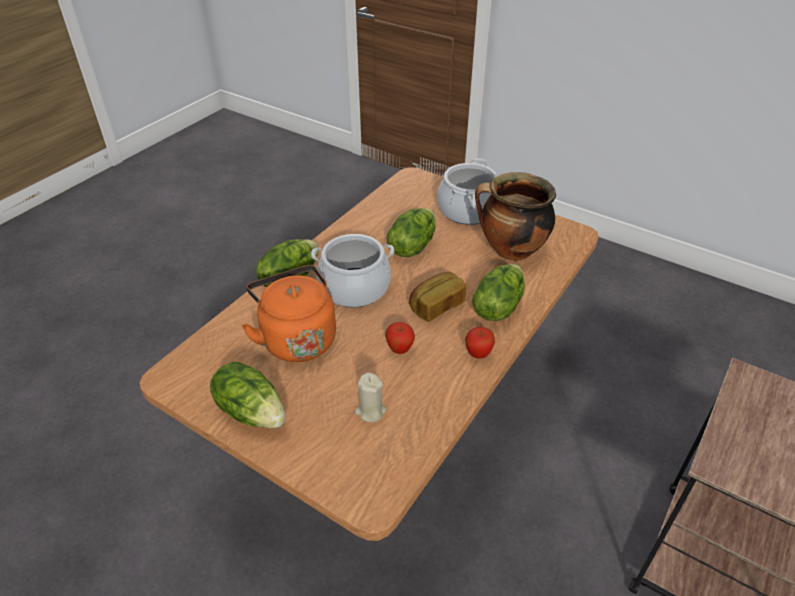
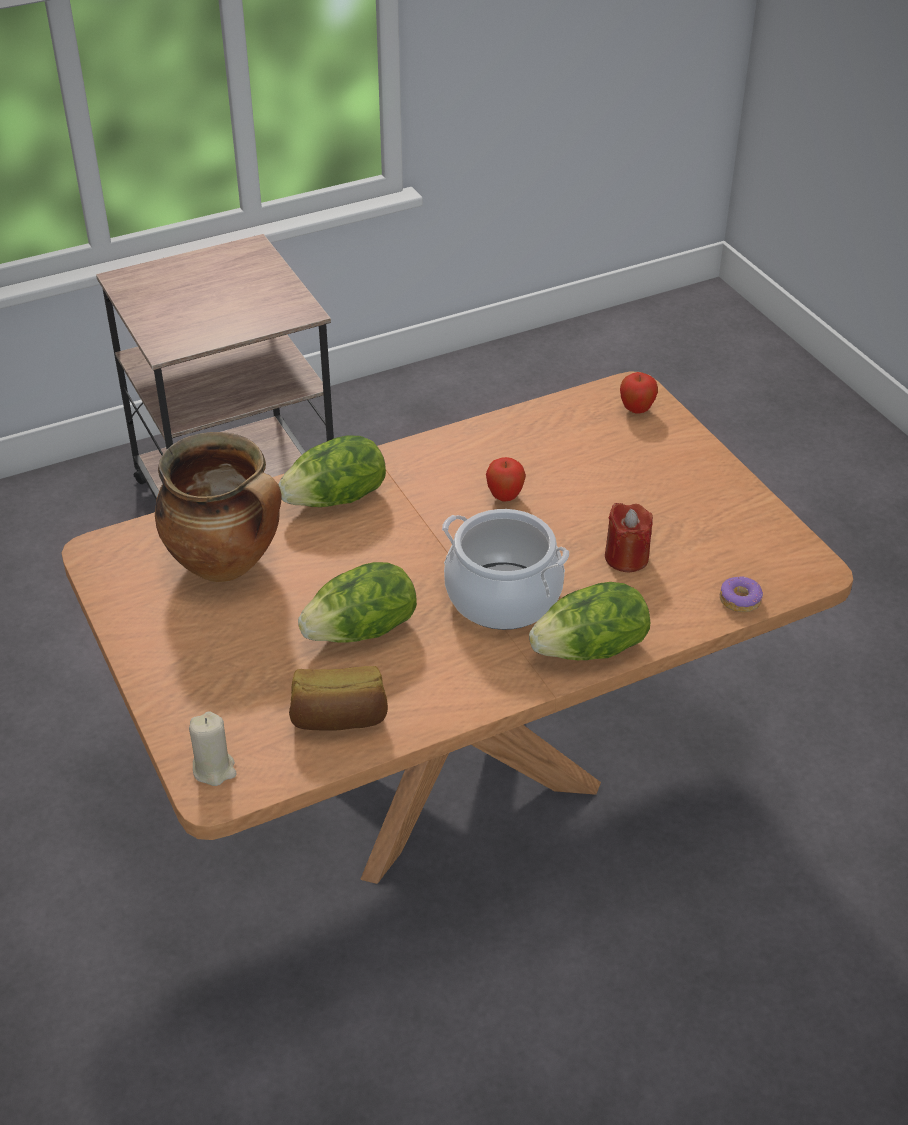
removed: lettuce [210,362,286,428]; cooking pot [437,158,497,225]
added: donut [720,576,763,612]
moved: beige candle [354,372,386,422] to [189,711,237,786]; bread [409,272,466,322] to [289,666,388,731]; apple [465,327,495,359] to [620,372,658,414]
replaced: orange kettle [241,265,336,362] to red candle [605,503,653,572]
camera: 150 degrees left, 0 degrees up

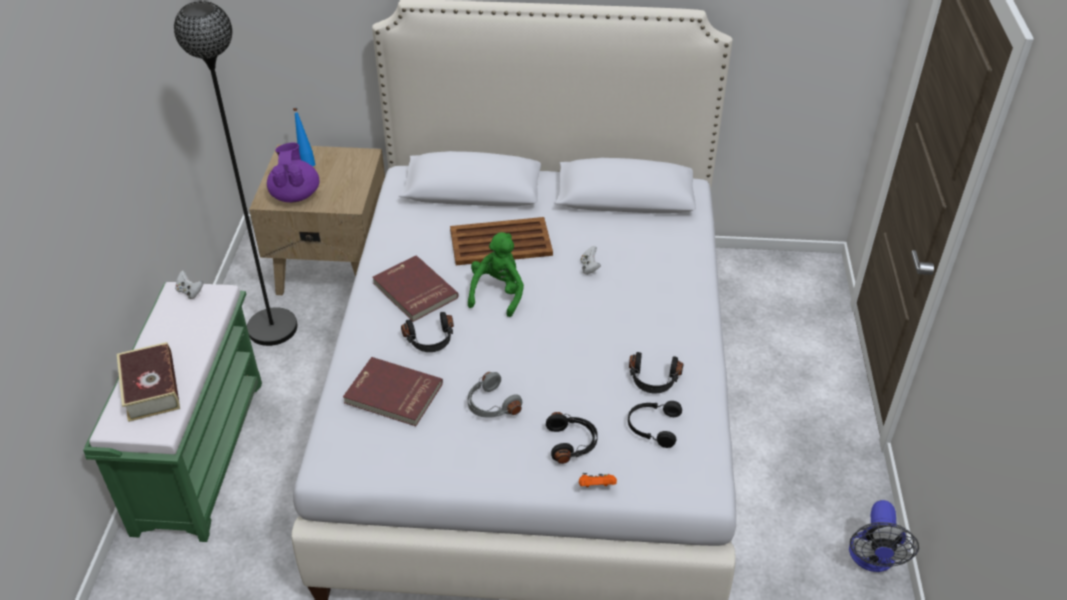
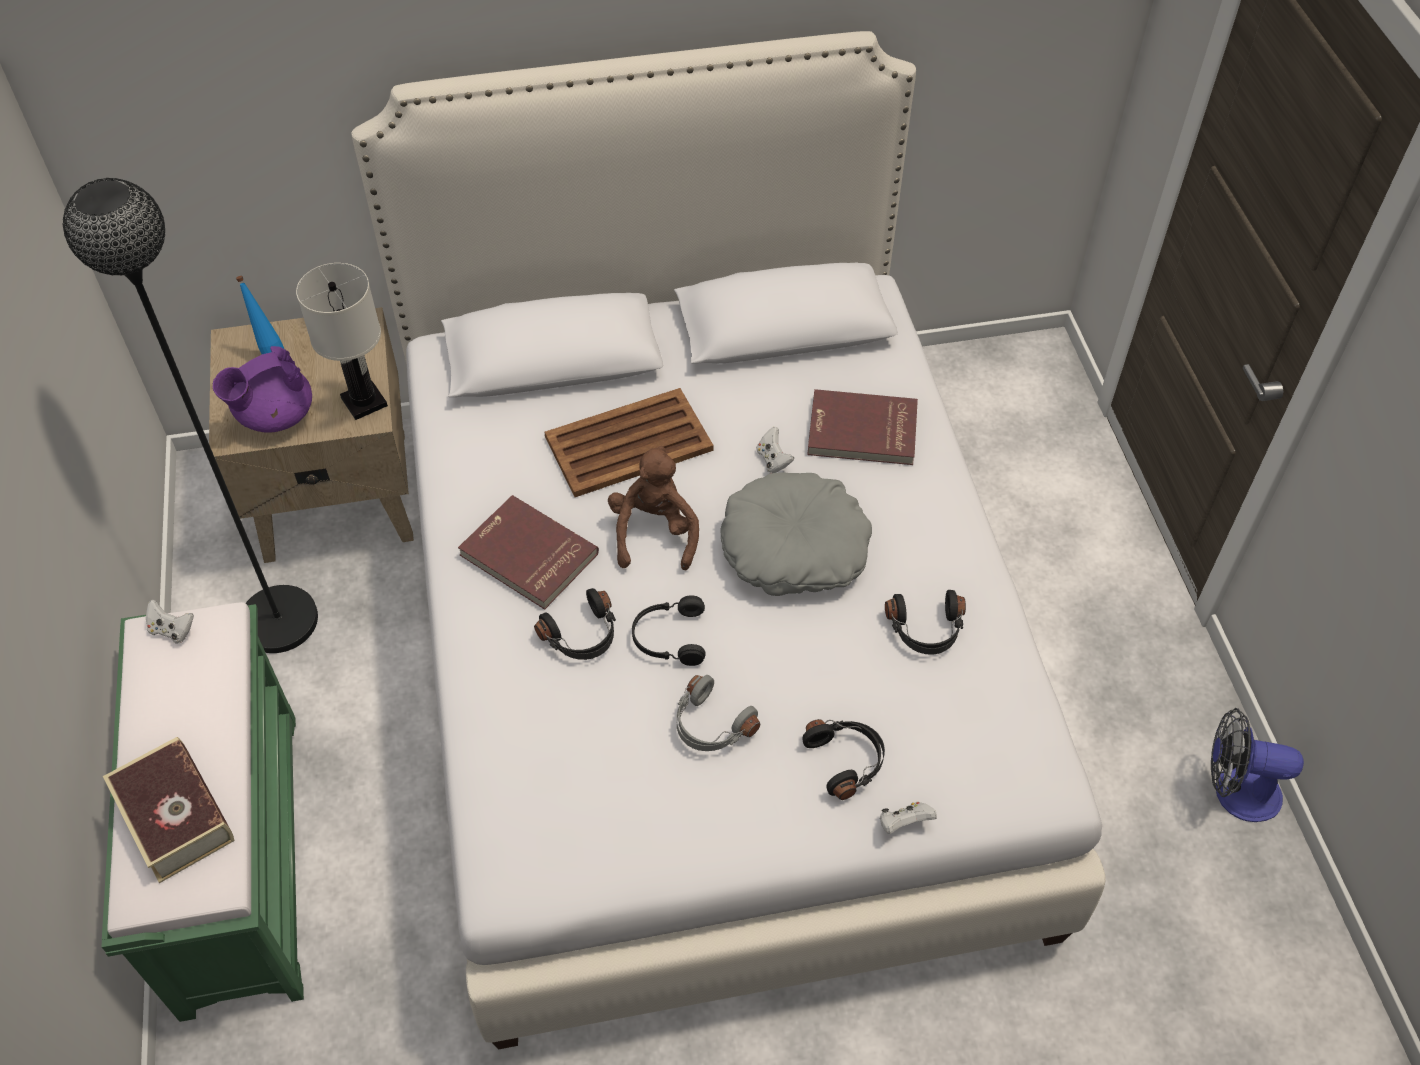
added: white table lamp [296,263,388,420]; grey pillow [721,472,872,596]
moved: red book [343,357,443,426] to [807,389,918,465]; black headphones [628,401,682,448] to [632,595,706,666]
recoloured: green plush toy [468,232,524,317] to brown plush toy [608,446,699,570]; orange game controller [579,473,617,487] to white game controller [880,802,937,834]
turned: purple teapot [267,143,319,202] = [213,346,312,433] 105 degrees counterclockwise; fan [849,500,919,572] = [1211,708,1304,822] 105 degrees clockwise
camera: 15 degrees left, 10 degrees up

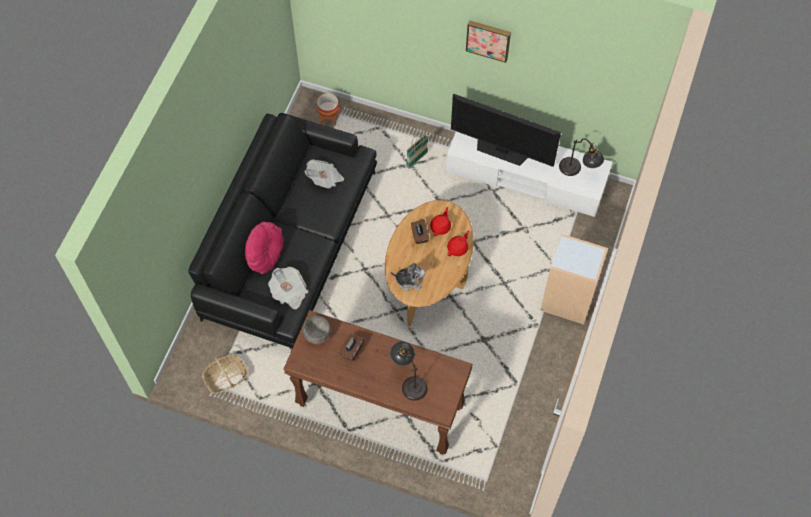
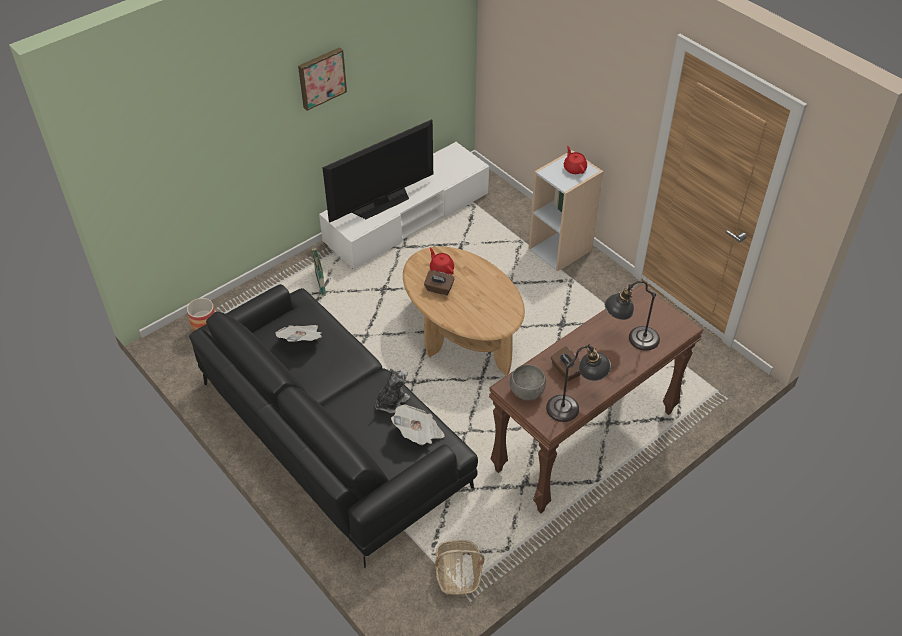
removed: pink pillow [245,222,283,274]
moved: plush toy [391,263,425,291] to [375,368,410,413]; red teapot [447,230,469,256] to [564,146,587,174]; grey table lamp [559,138,604,176] to [546,344,611,422]
camera: 60 degrees left, 15 degrees down

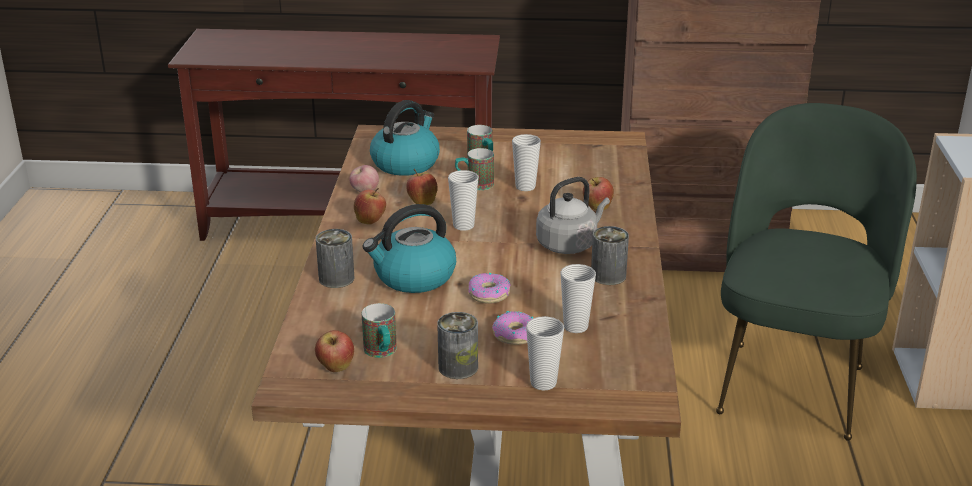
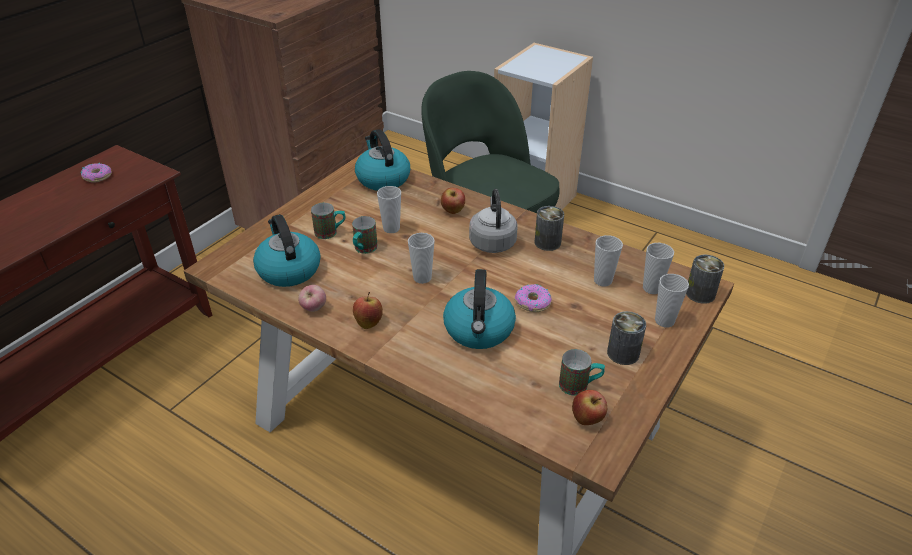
removed: apple [406,168,438,205]
added: kettle [355,129,410,191]; cup [643,243,674,294]
moved: can [316,229,354,288] to [686,255,724,304]; donut [492,311,533,345] to [81,163,112,183]
camera: 60 degrees left, 10 degrees up

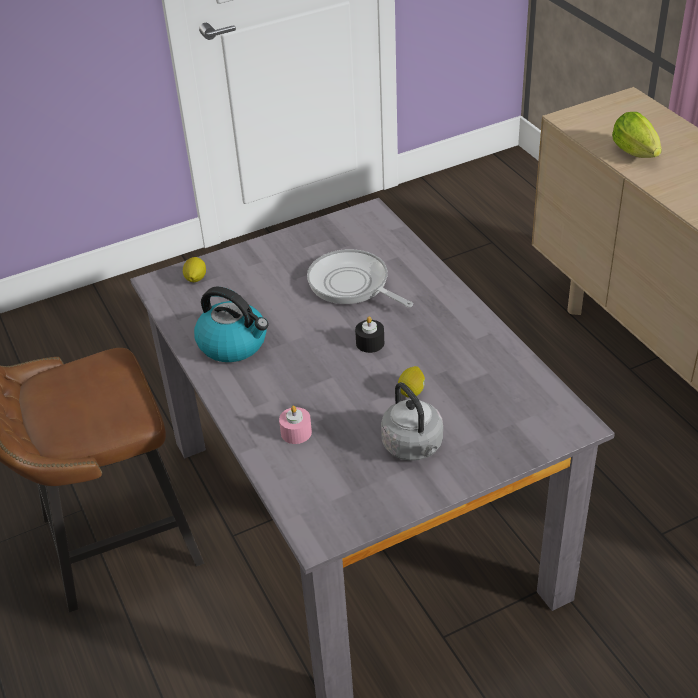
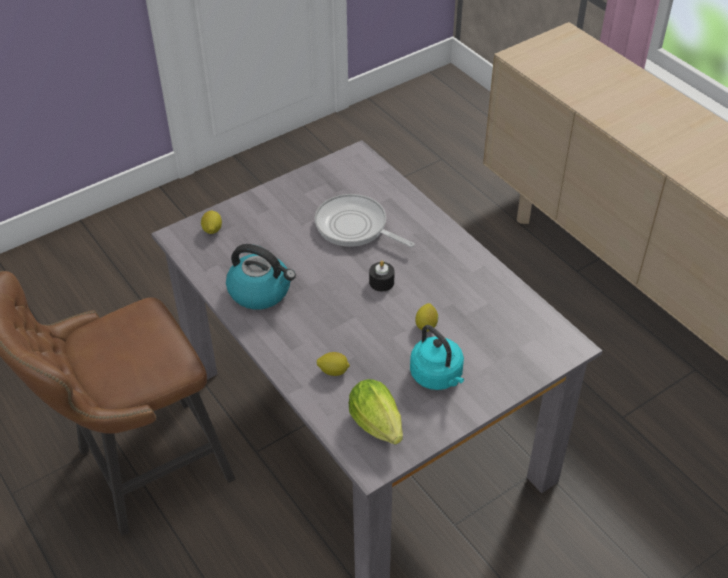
moved: lettuce [612,112,662,158] to [349,379,403,445]
replaced: pink candle [279,406,312,444] to lemon [317,352,350,376]
recoloured: grey kettle [381,382,443,461] to turquoise kettle [410,325,464,390]
camera: 10 degrees left, 5 degrees up

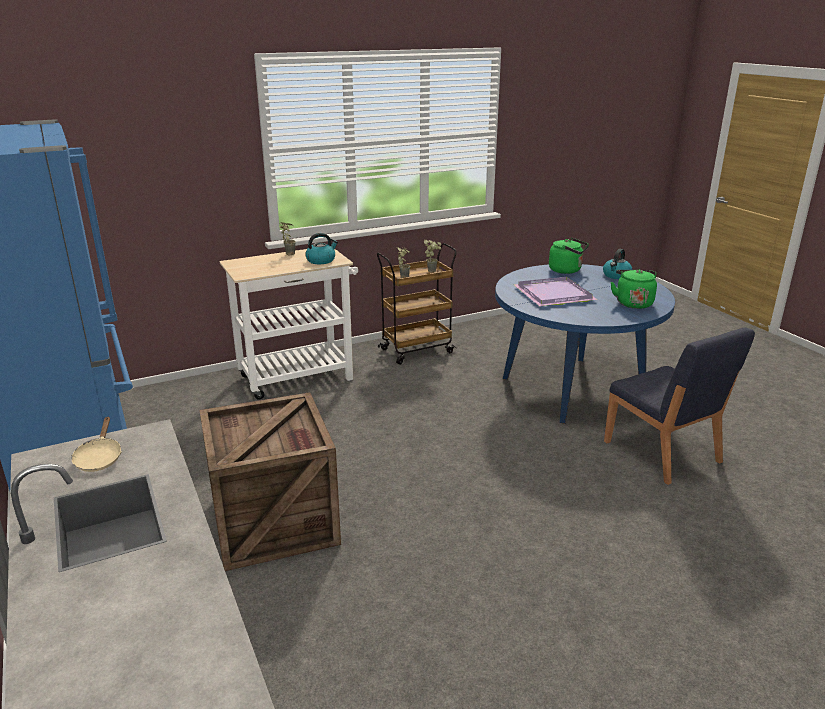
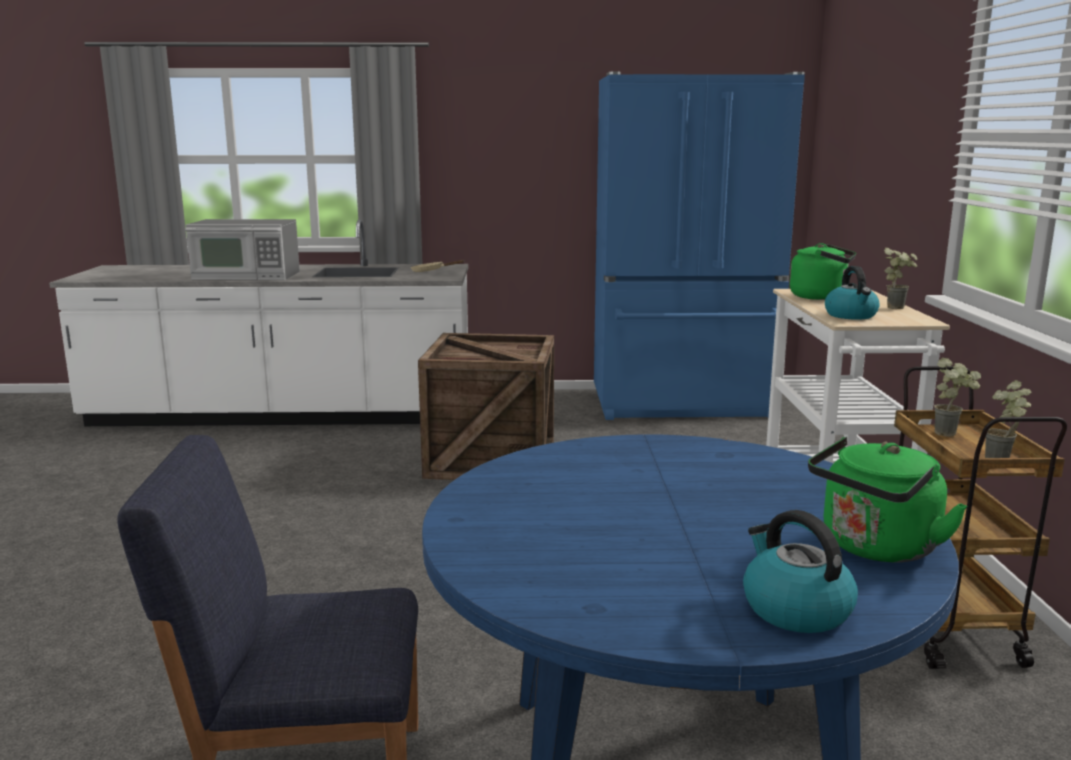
removed: purple tray [514,277,597,306]
added: microwave [185,219,300,280]
moved: green kettle [611,270,657,309] to [790,243,856,300]
camera: 115 degrees right, 10 degrees down

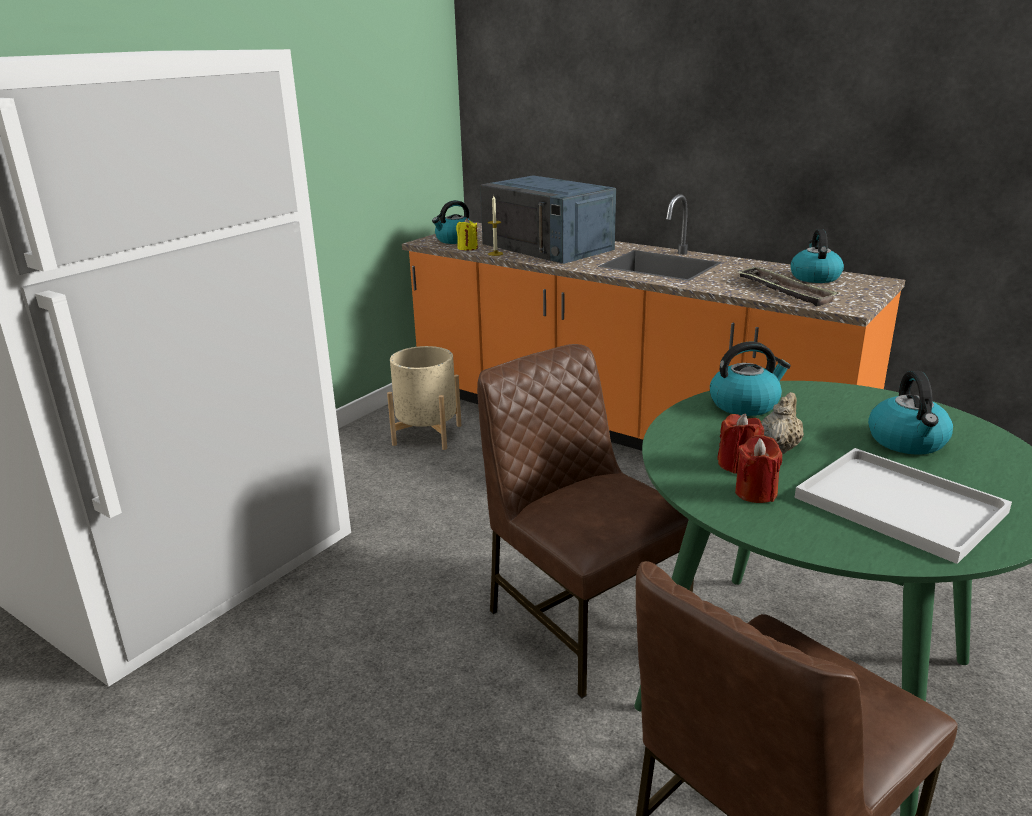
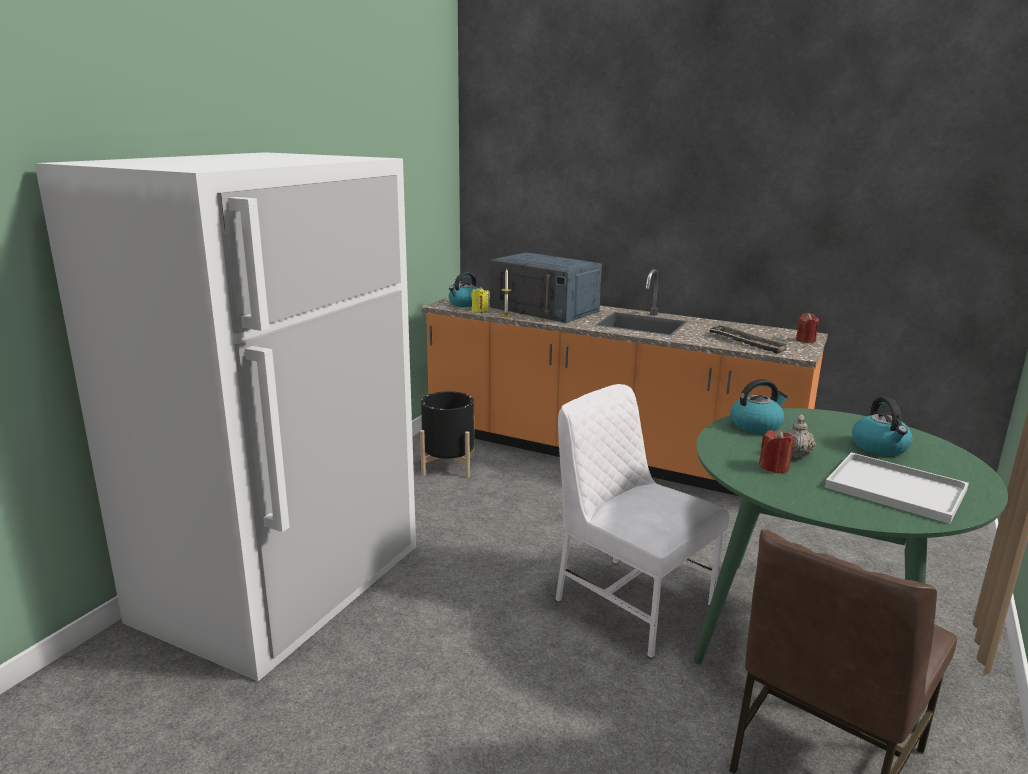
removed: kettle [790,230,844,283]
moved: red candle [735,435,782,503] to [796,313,819,343]
recoloured: beige planter [387,346,462,450] to black planter [420,391,474,478]; brown chair [477,344,694,699] to white chair [555,384,729,659]
camera: 10 degrees left, 5 degrees down

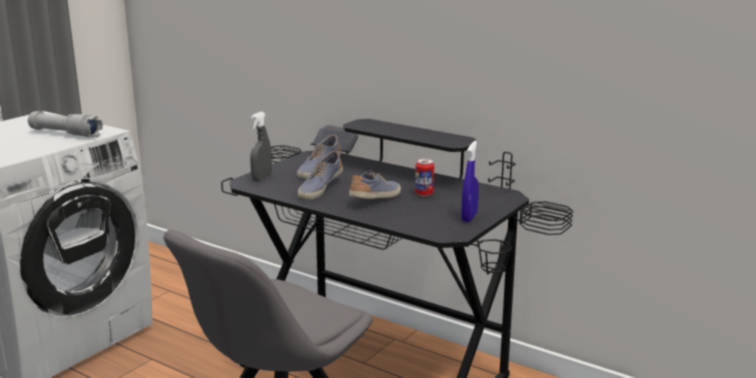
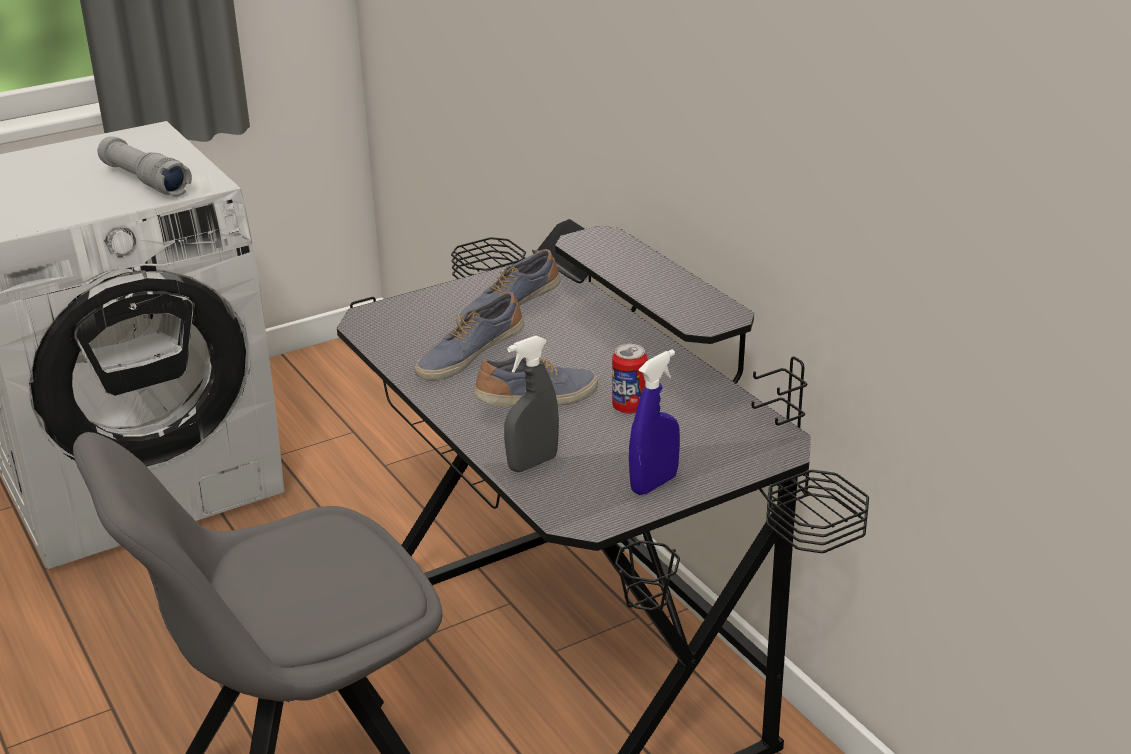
moved: grey spray bottle [250,112,272,181] to [504,336,559,472]
camera: 25 degrees right, 10 degrees up

